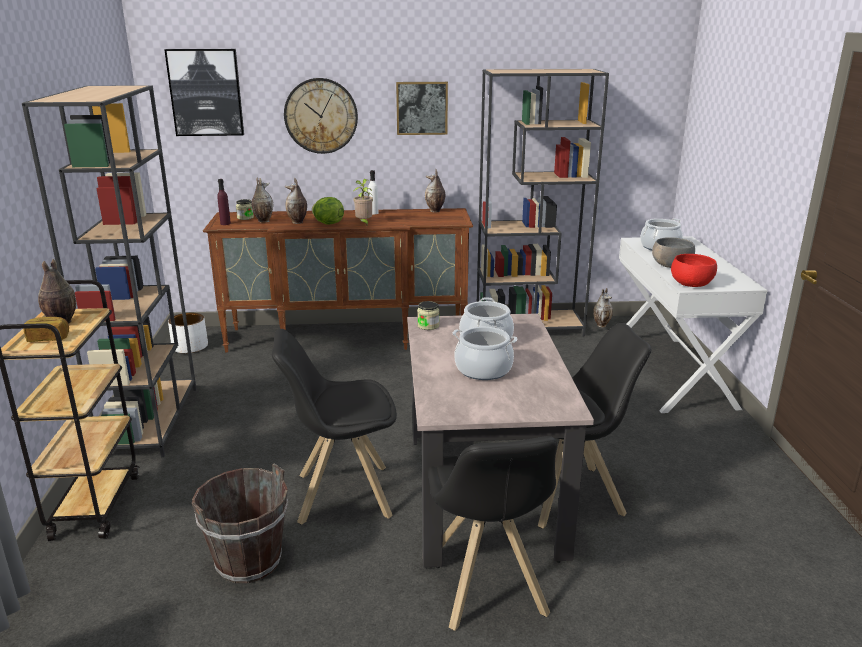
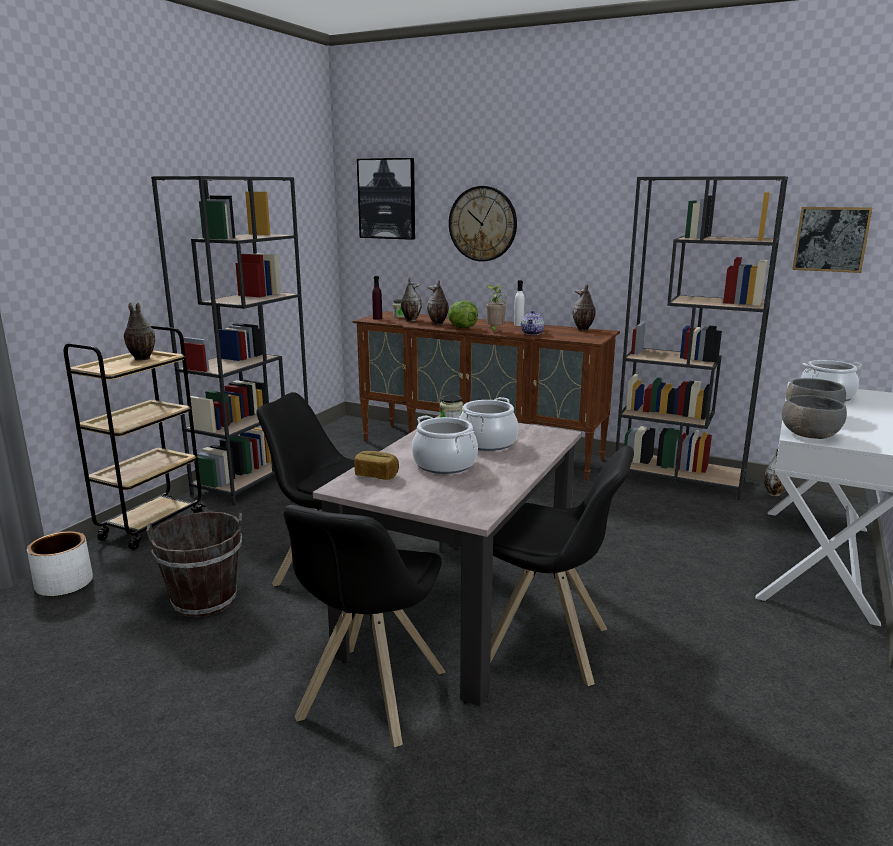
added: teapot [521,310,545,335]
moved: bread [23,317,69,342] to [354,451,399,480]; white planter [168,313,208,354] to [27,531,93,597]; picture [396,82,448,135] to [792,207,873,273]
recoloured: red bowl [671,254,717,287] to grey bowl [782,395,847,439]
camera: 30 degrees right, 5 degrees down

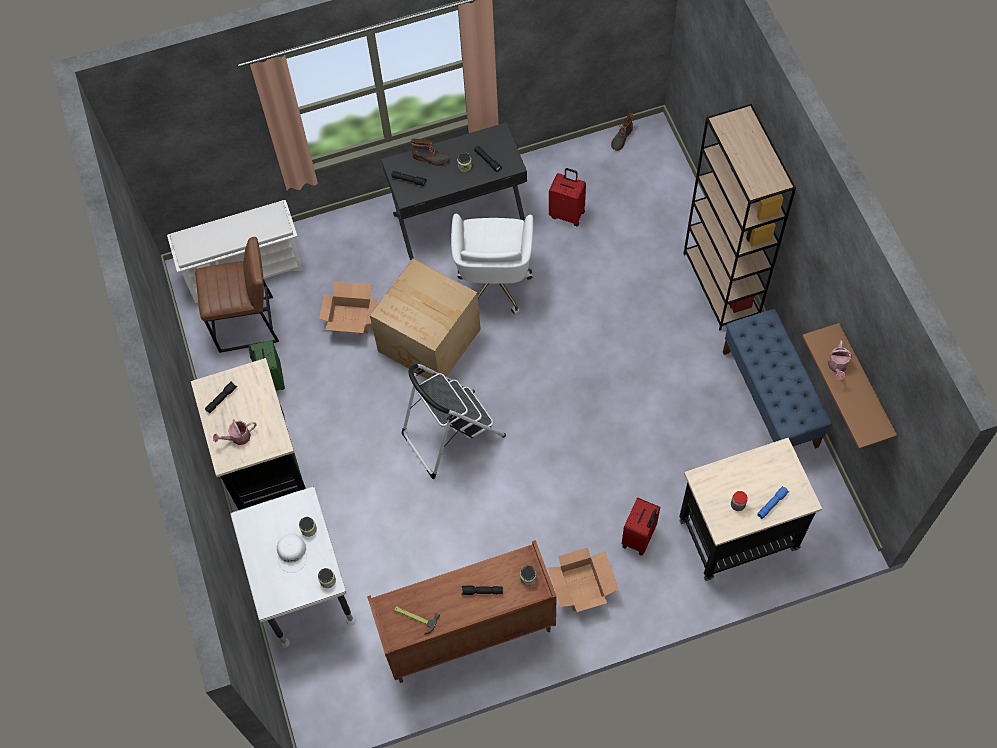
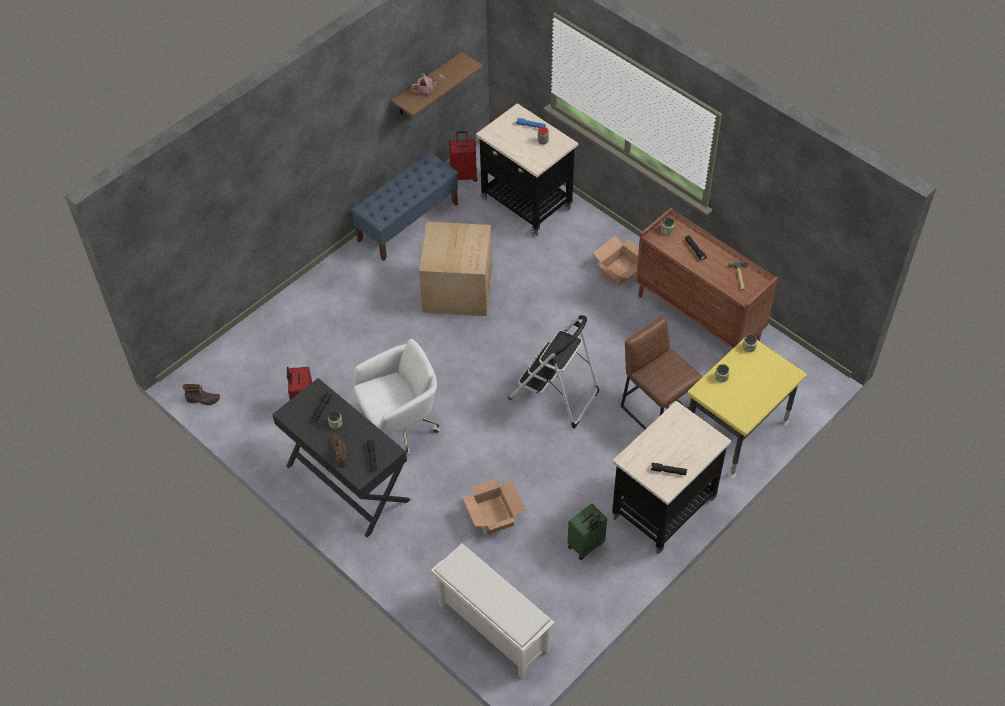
removed: watering can [213,419,257,445]; white cap [277,534,307,573]; beige bookcase [683,104,796,331]
moved: brown chair [195,237,279,353] to [621,316,702,430]; cardboard box [370,258,481,379] to [419,222,492,316]; red suitcase [622,497,660,556] to [449,131,478,182]
recoloured: white desk [231,487,356,648] to yellow desk [687,334,807,479]
camera: 120 degrees left, 10 degrees down

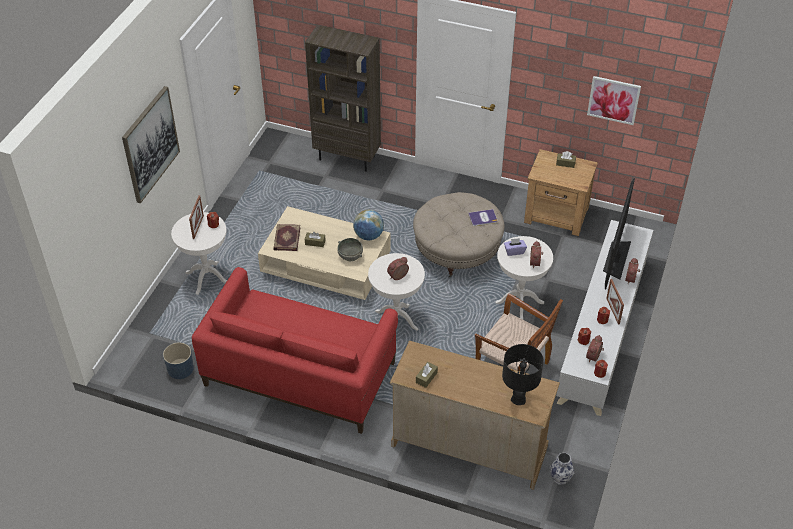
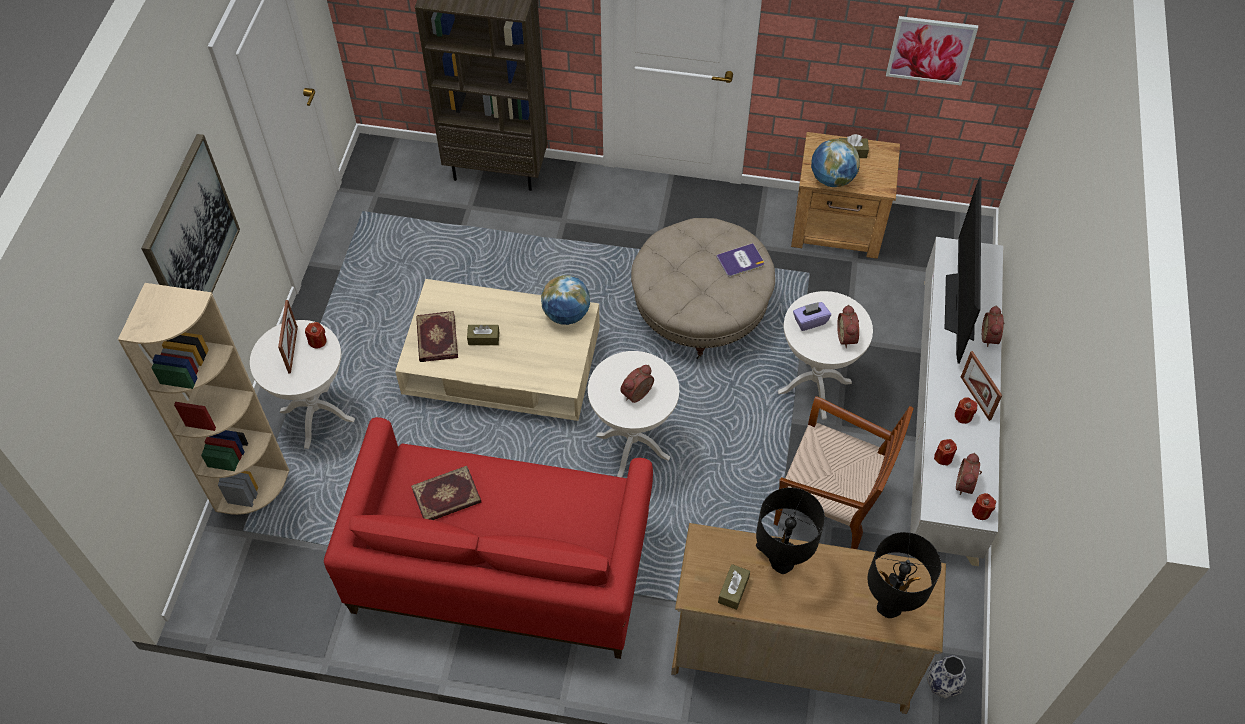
removed: blue planter [163,343,194,379]; grey bowl [337,238,363,261]
added: beige bookcase [118,283,289,515]; book [411,466,481,520]; black table lamp [756,487,825,574]; globe [811,139,860,187]
camera: 10 degrees left, 10 degrees up

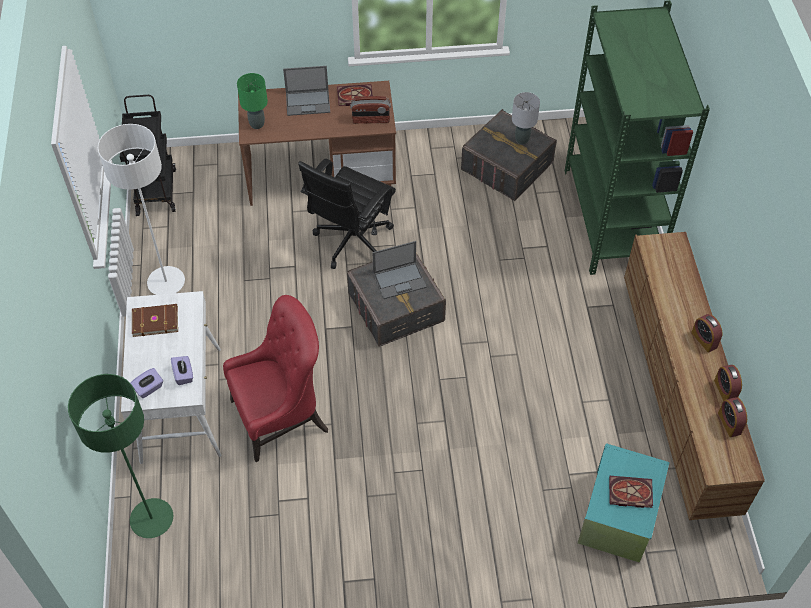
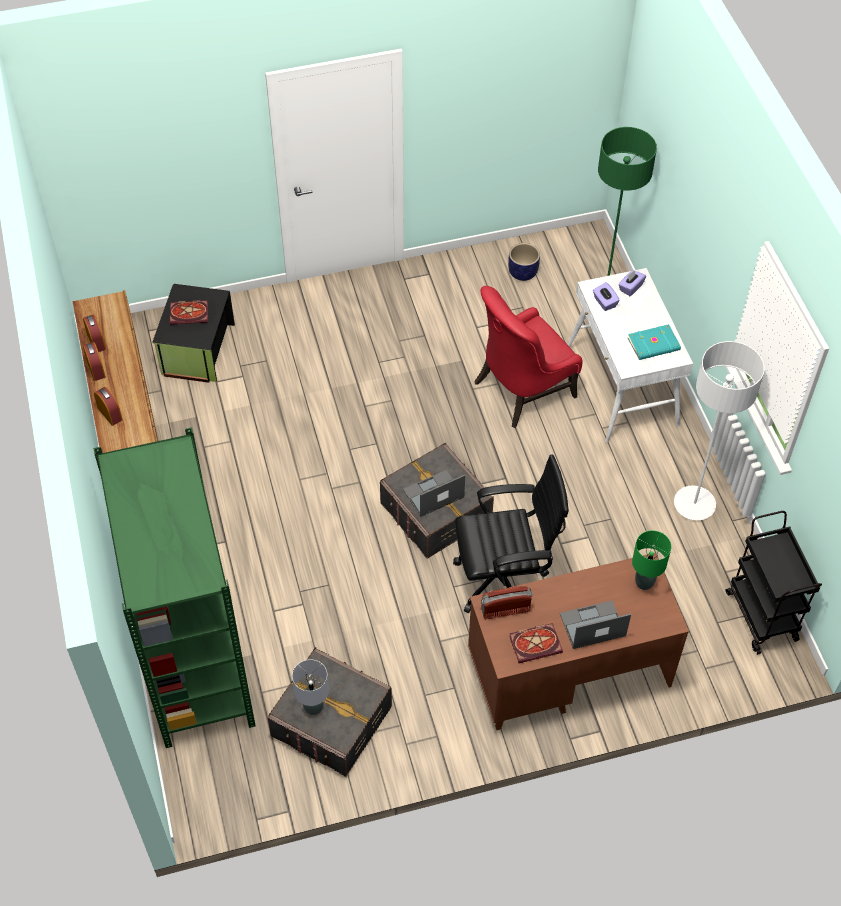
added: planter [508,243,540,281]
recoloured: brown book [132,304,178,337] to turquoise book [628,324,681,360]; turquoise storage box [577,443,670,563] to black storage box [152,284,235,382]
turned: black office chair [298,159,396,269] = [453,455,569,613] 60 degrees clockwise
camera: 170 degrees right, 0 degrees up

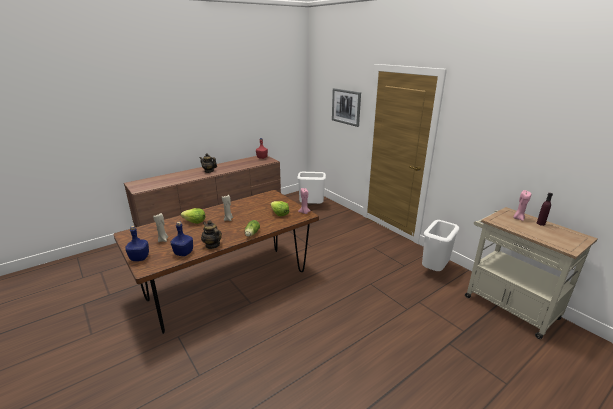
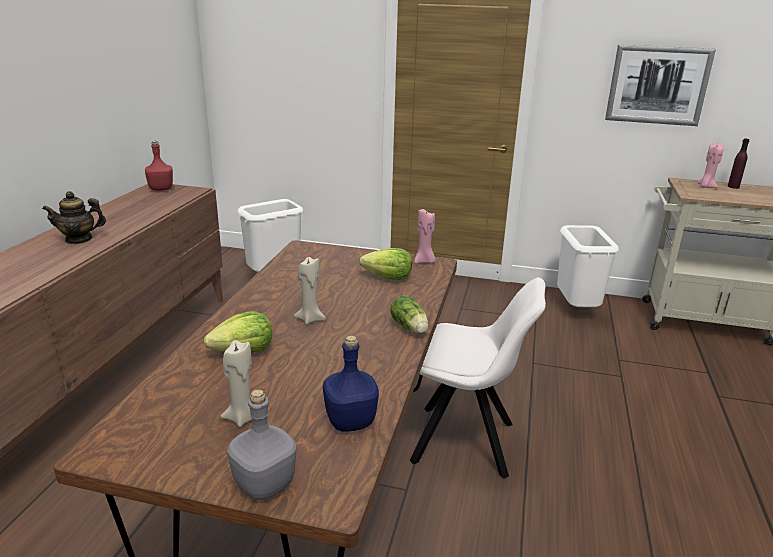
removed: teapot [201,220,222,249]
added: white chair [410,278,546,479]
moved: picture [332,88,361,127] to [605,44,716,126]
recoloured: blue bottle [125,226,149,261] to grey bottle [227,389,296,500]
camera: 40 degrees left, 0 degrees up

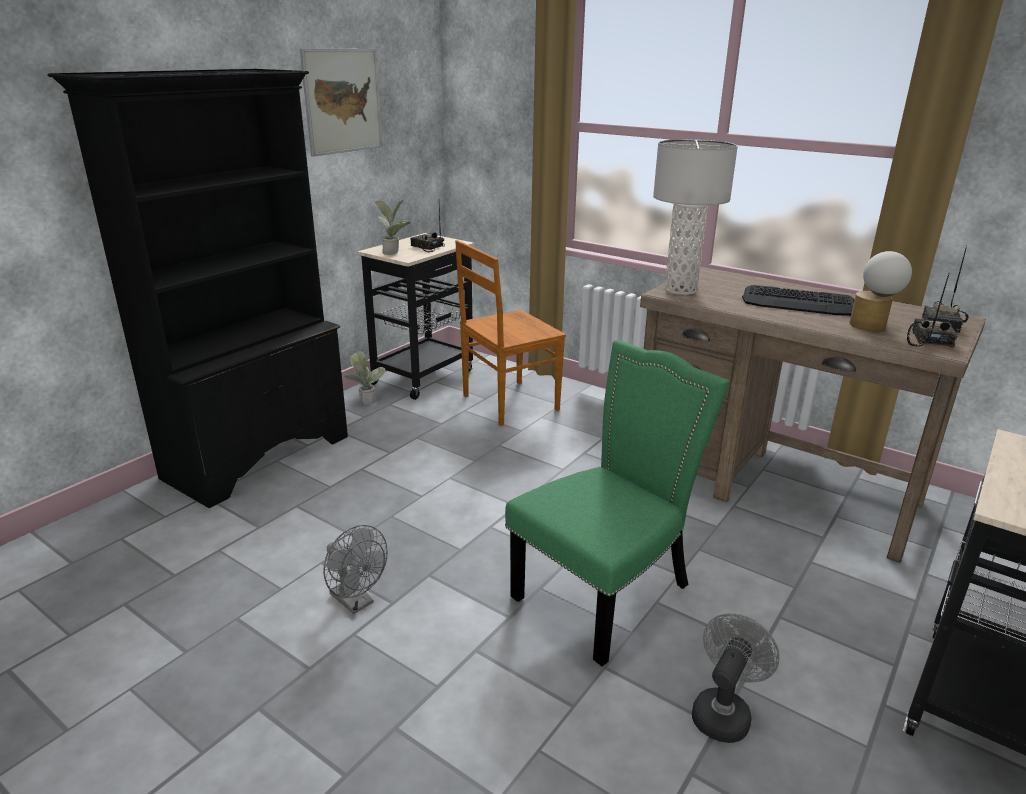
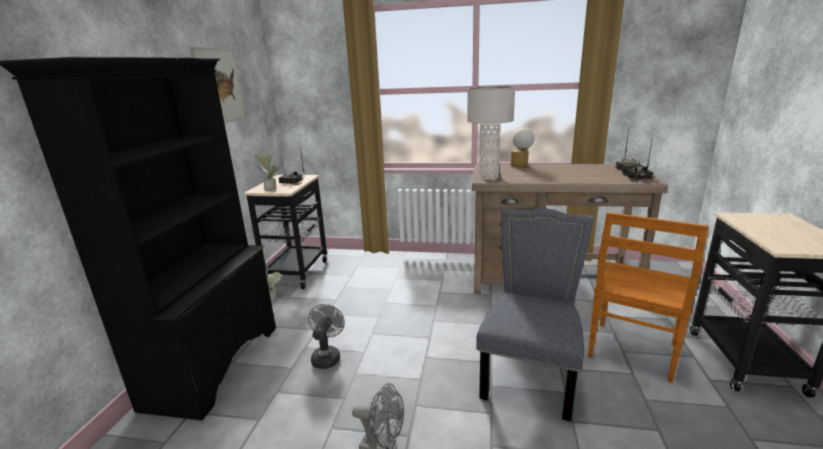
removed: keyboard [742,285,854,316]
moved: brown chair [455,240,566,426] to [588,212,708,383]; grey fan [692,614,780,743] to [308,304,345,369]; table lamp [850,251,912,331] to [511,128,535,168]
recoloured: green chair [505,340,730,666] to grey chair [476,208,594,421]
camera: 25 degrees left, 5 degrees down

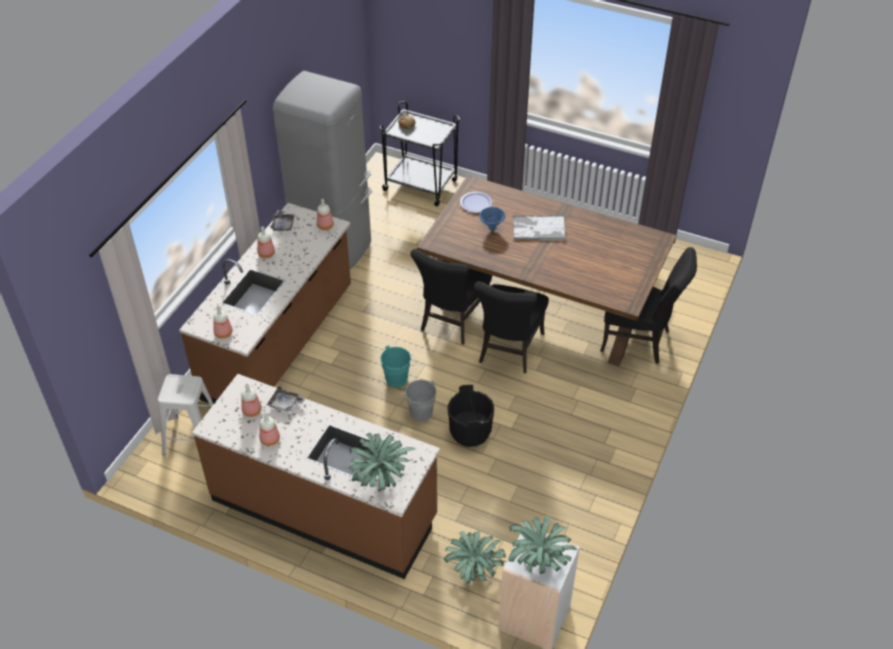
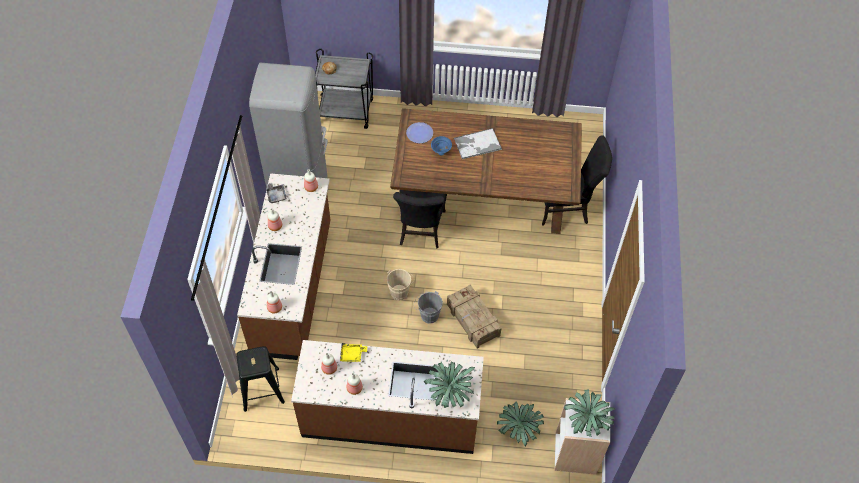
removed: black chair [474,281,549,373]
replaced: black bucket [447,385,494,447] to crate [447,285,502,348]
recoloured: white stool [157,374,214,455] to black stool [236,346,285,412]; grey tray [267,386,305,412] to yellow tray [340,343,367,362]; turquoise bucket [380,345,417,388] to beige bucket [387,269,415,300]
camera: 20 degrees left, 10 degrees up

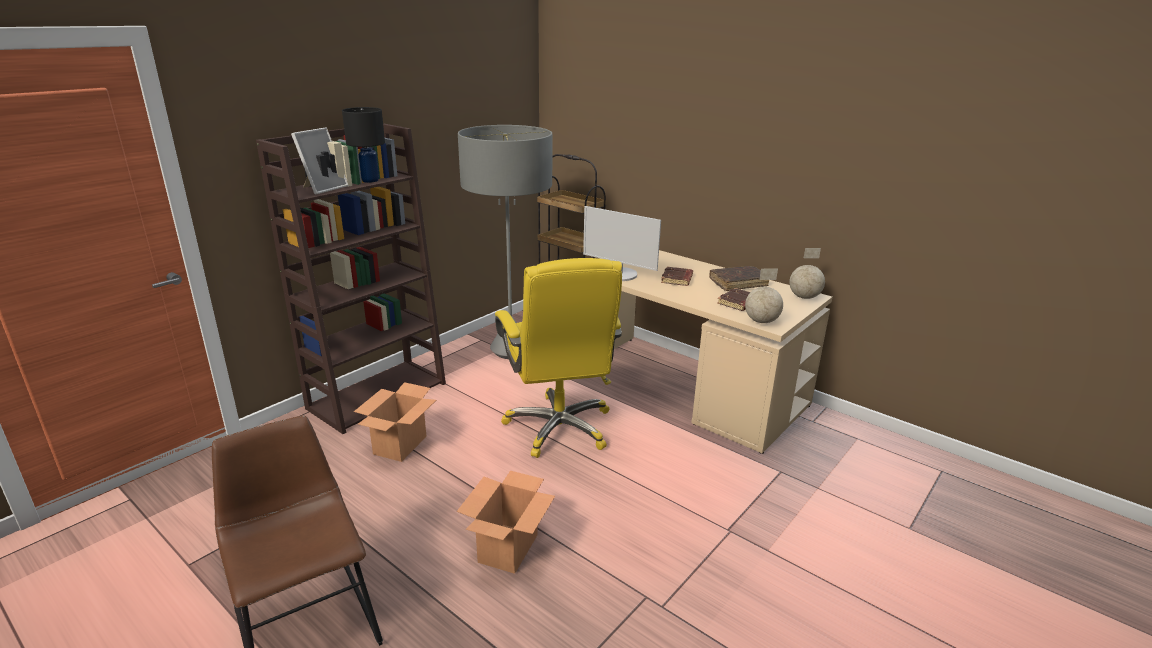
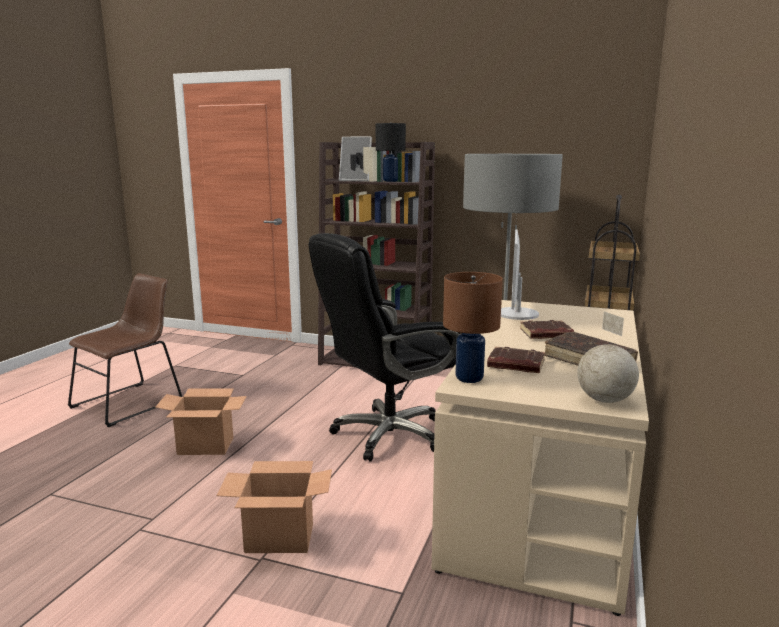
moved: cardboard box [354,382,436,462] to [217,461,332,553]
replaced: globe [745,268,783,323] to brown table lamp [443,272,503,383]
recoloured: yellow office chair [495,258,622,458] to black office chair [309,233,460,462]
camera: 70 degrees right, 10 degrees down

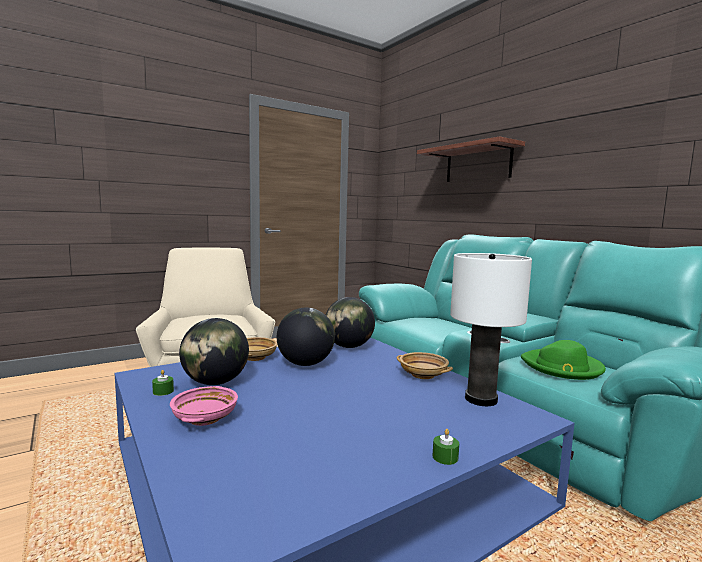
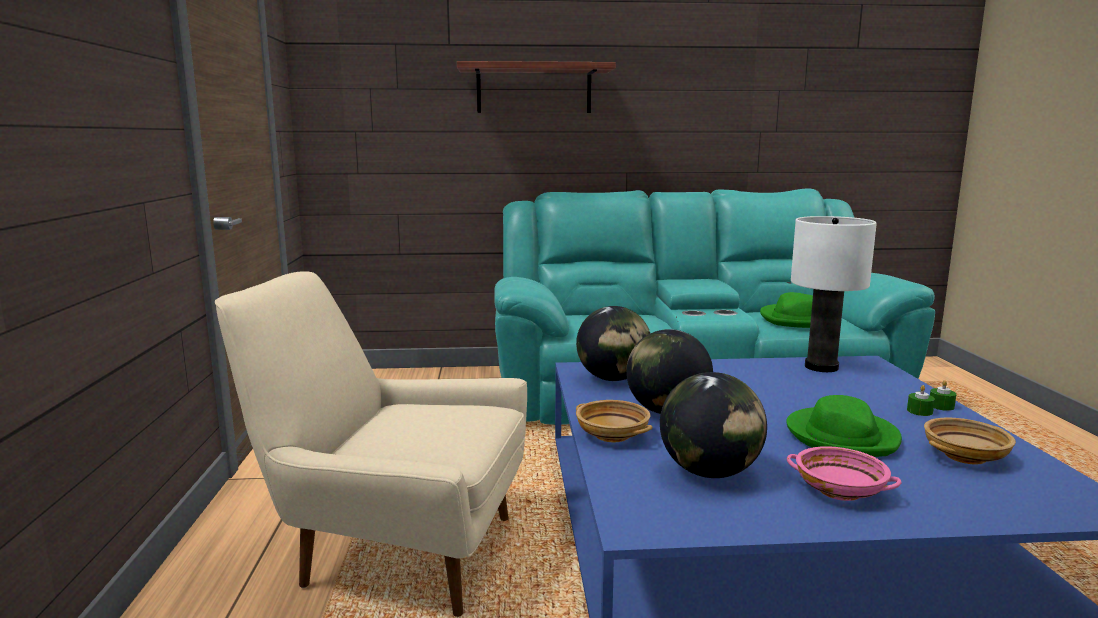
added: green hat [786,395,902,457]
moved: green candle [152,370,174,396] to [907,385,935,416]; beige bowl [397,352,453,379] to [924,418,1016,464]
camera: 60 degrees left, 5 degrees up

